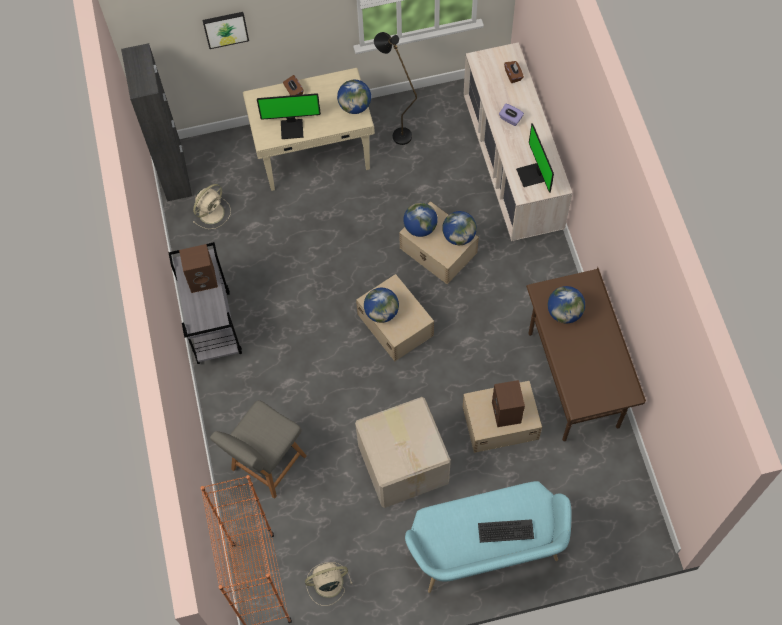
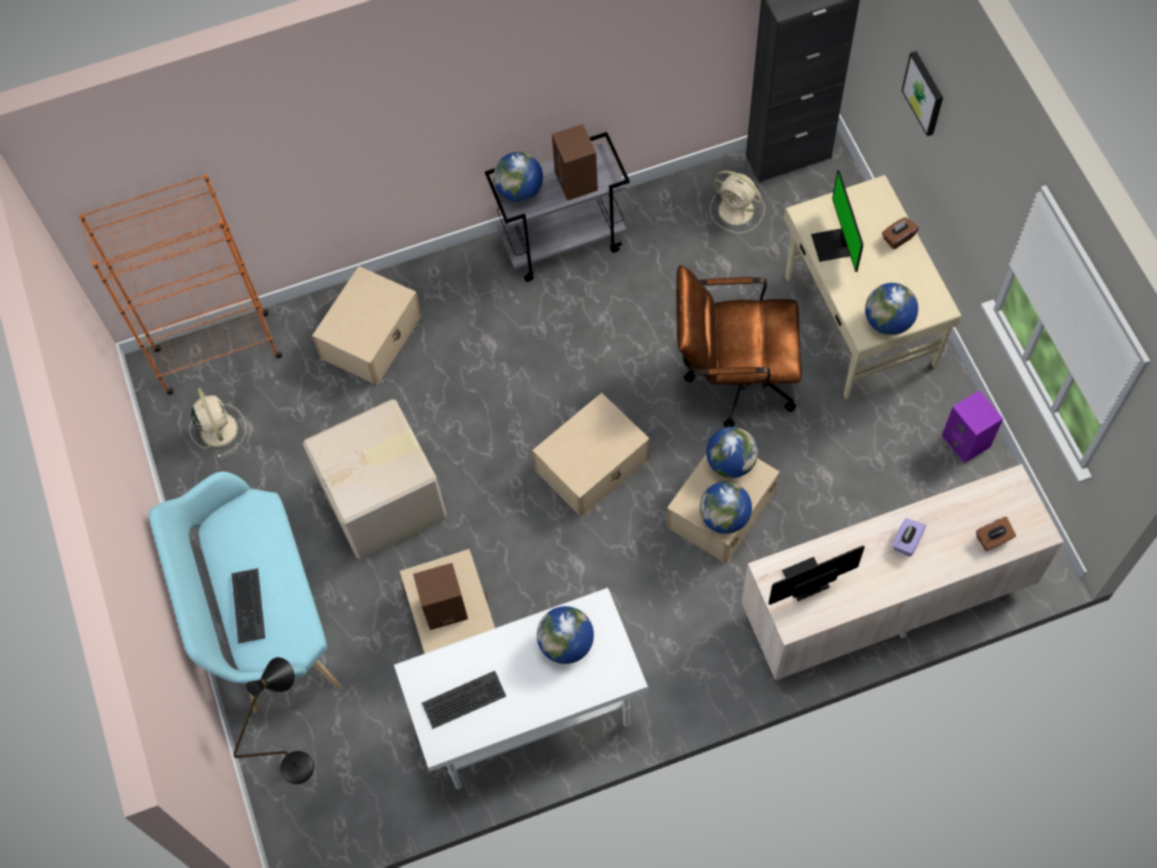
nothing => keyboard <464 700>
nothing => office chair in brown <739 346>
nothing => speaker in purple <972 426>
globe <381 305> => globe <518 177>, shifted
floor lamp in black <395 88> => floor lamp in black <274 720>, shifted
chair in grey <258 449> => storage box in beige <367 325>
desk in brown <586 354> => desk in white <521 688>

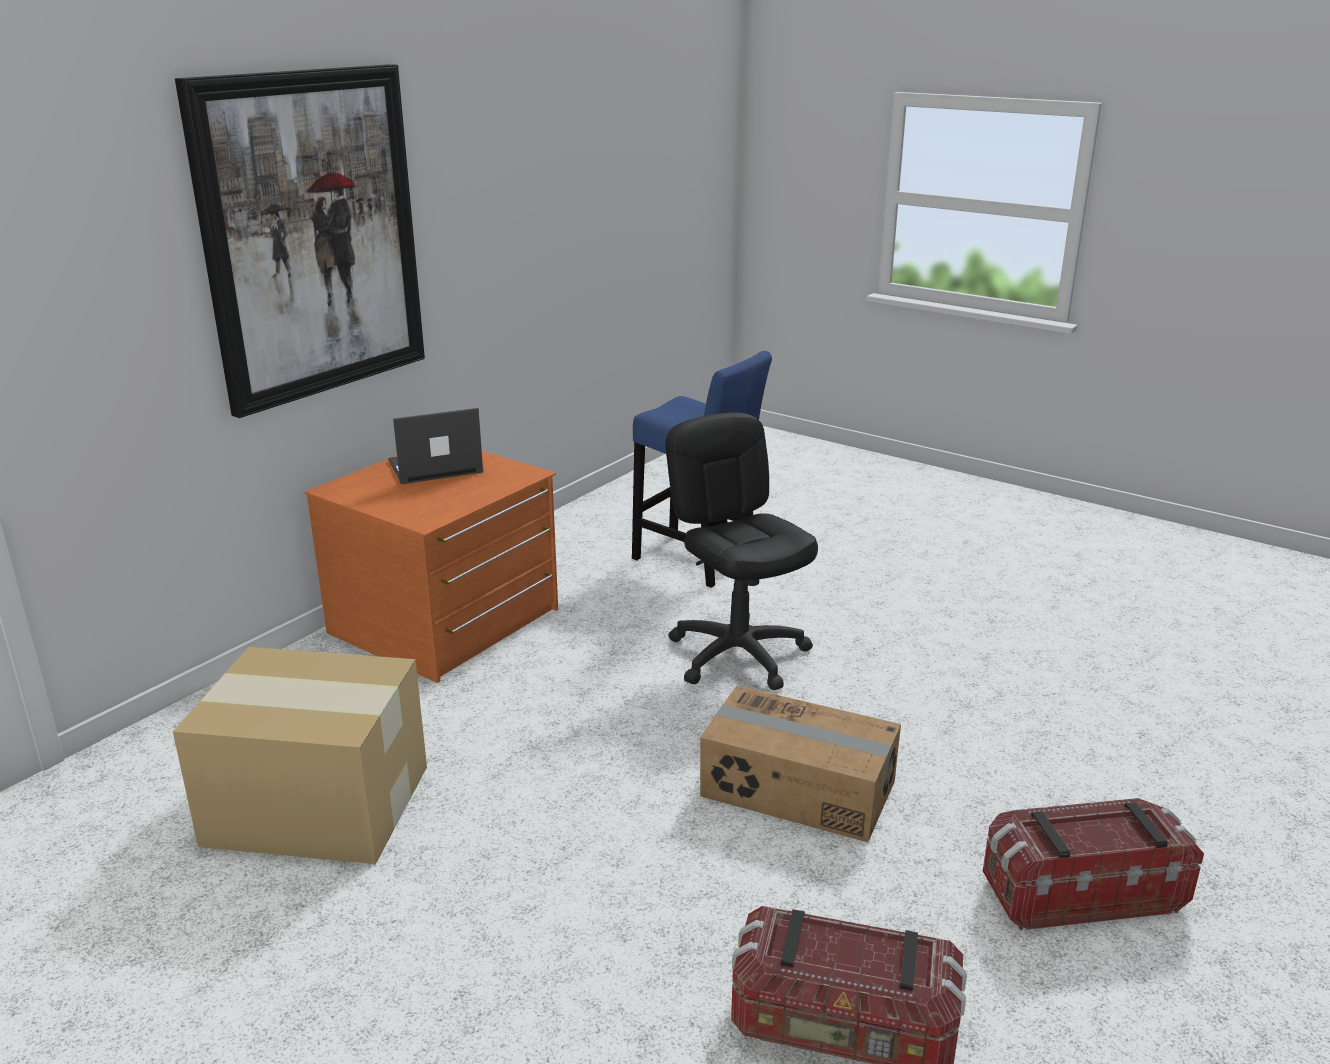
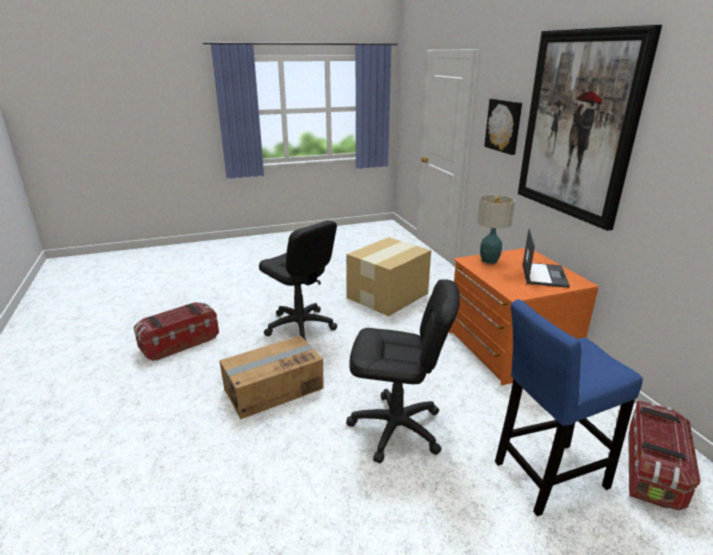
nothing => office chair in black <298 280>
nothing => table lamp <496 229>
nothing => picture <503 127>
storage box <1093 864> => storage box <664 456>, shifted

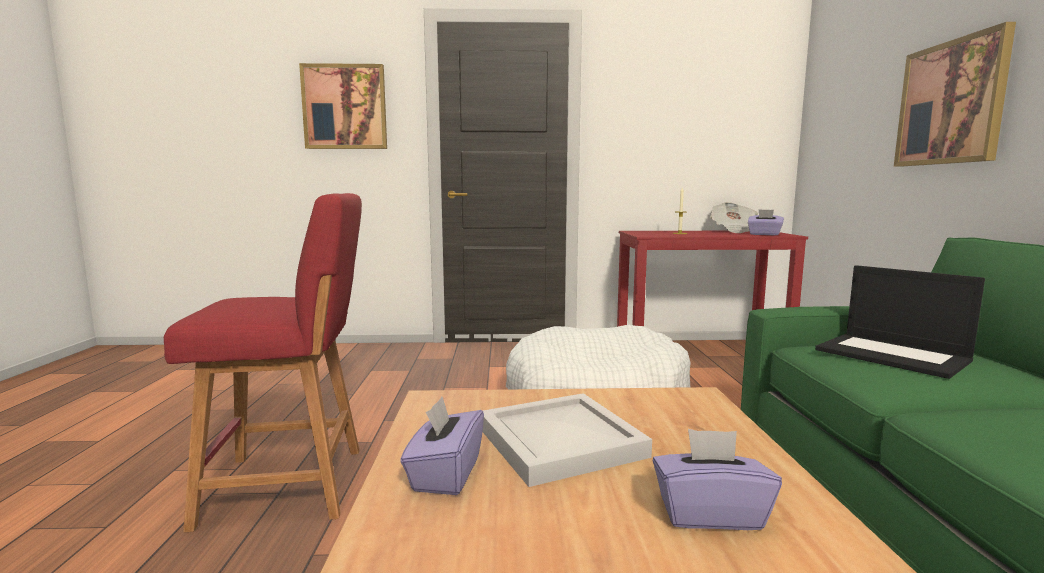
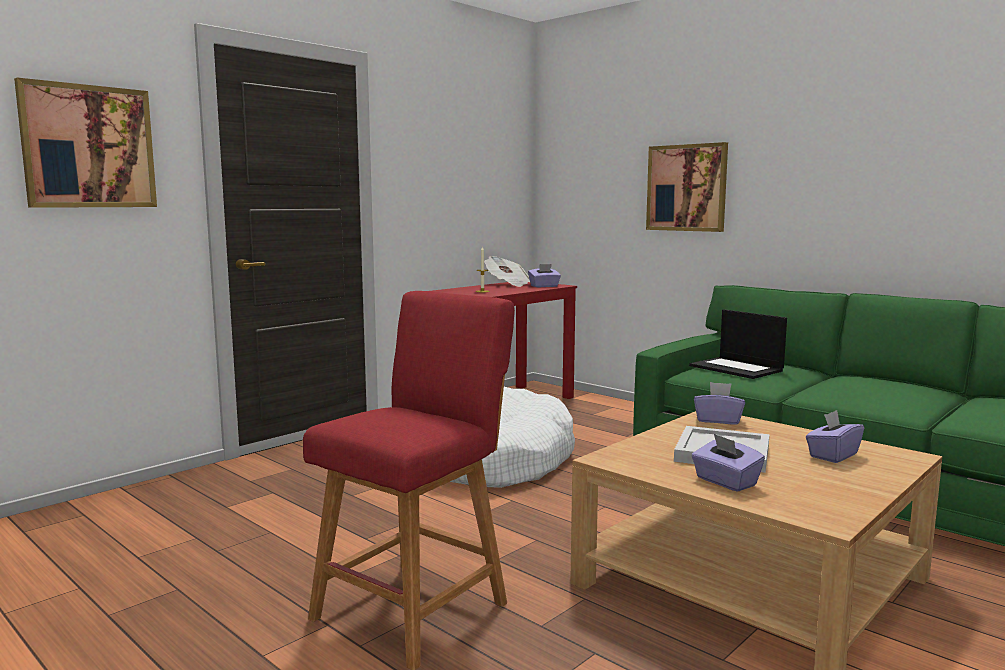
nothing => tissue box in purple <719 403>
laptop <900 322> => laptop <738 344>, 45 degrees clockwise

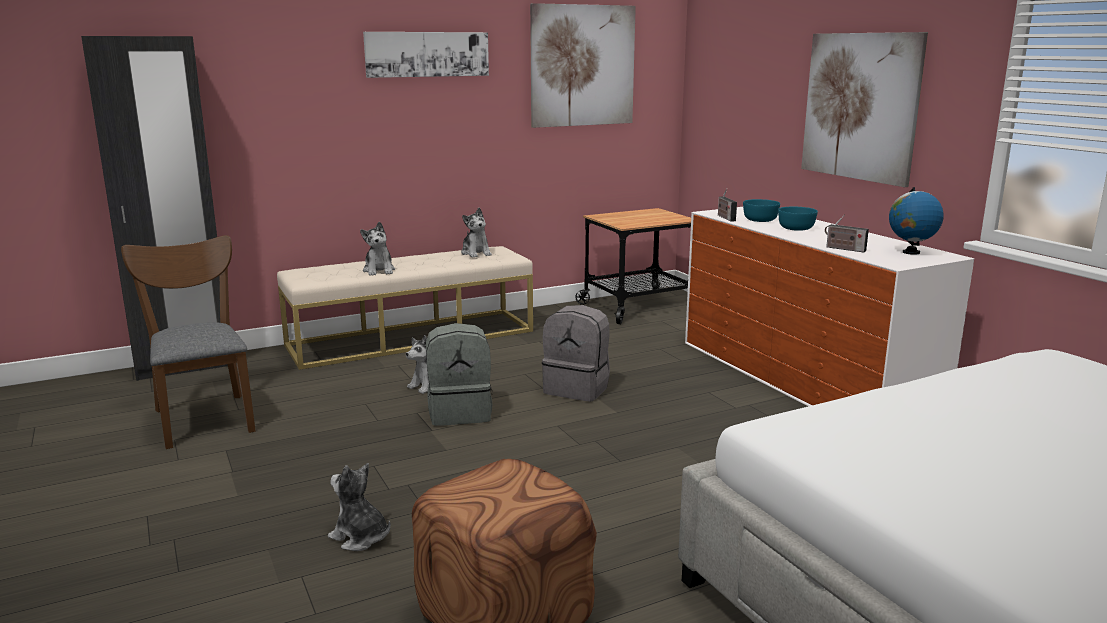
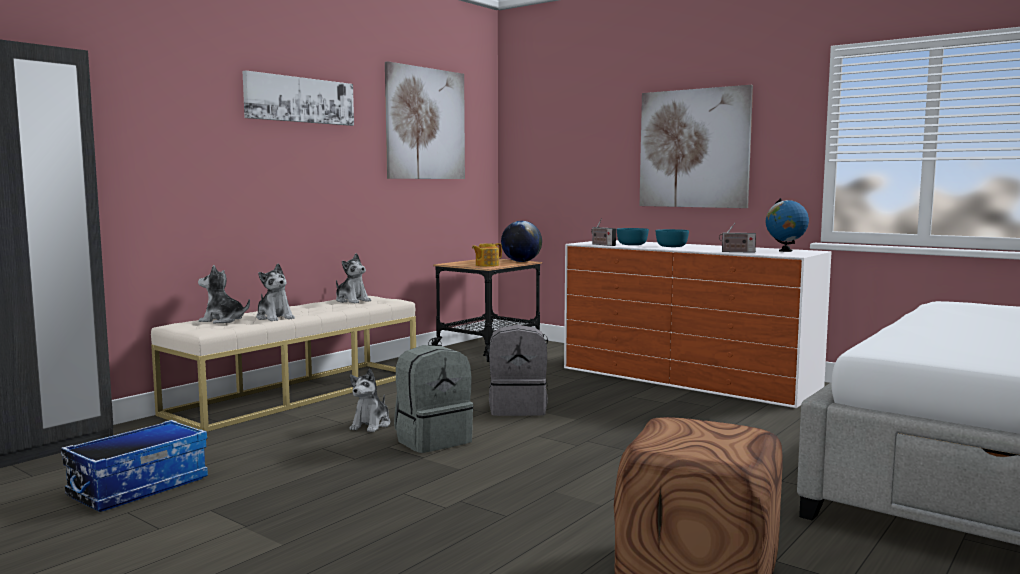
nothing => teapot <487 255>
nothing => globe <521 241>
plush toy <359 507> => plush toy <224 294>, shifted
chair in brown <188 342> => storage box <134 466>

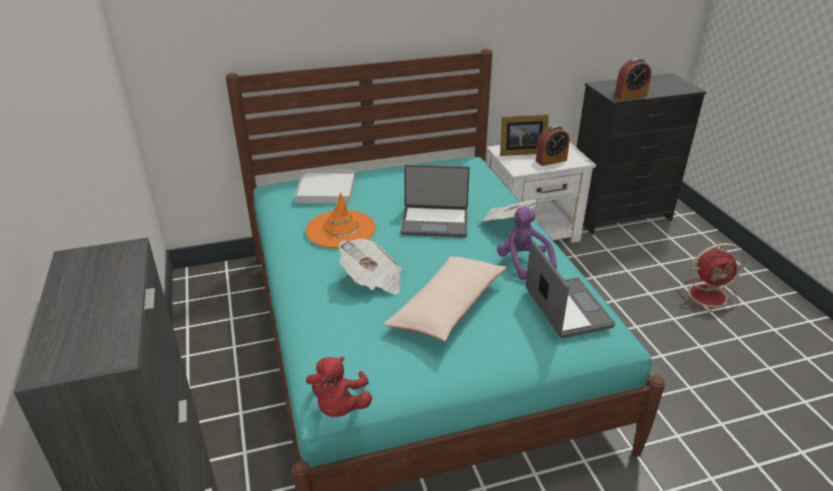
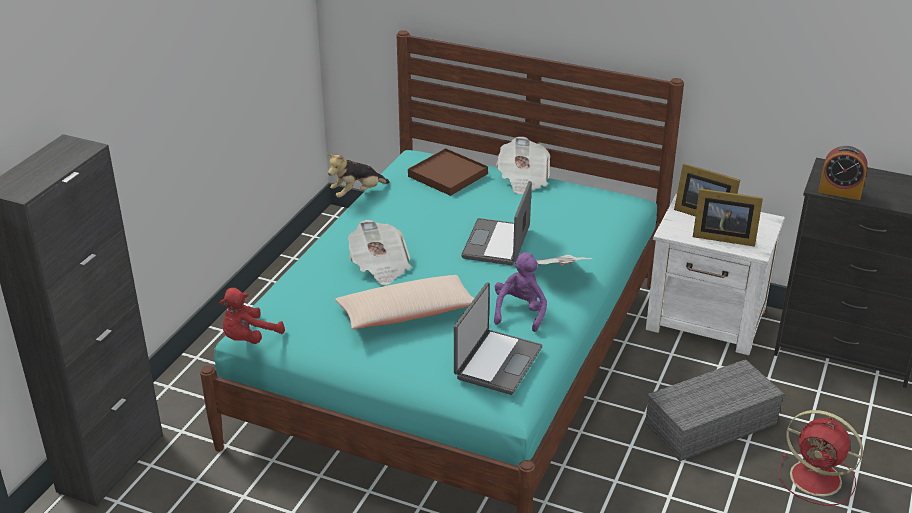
hat in orange <341 220> => nothing
nothing => plush toy <358 176>
nothing => newspaper <523 165>
nothing => storage box in grey <714 410>
alarm clock <553 145> => picture frame <728 218>
tray in white <325 187> => tray in brown <448 172>
laptop <435 200> => laptop <496 223>, 60 degrees clockwise

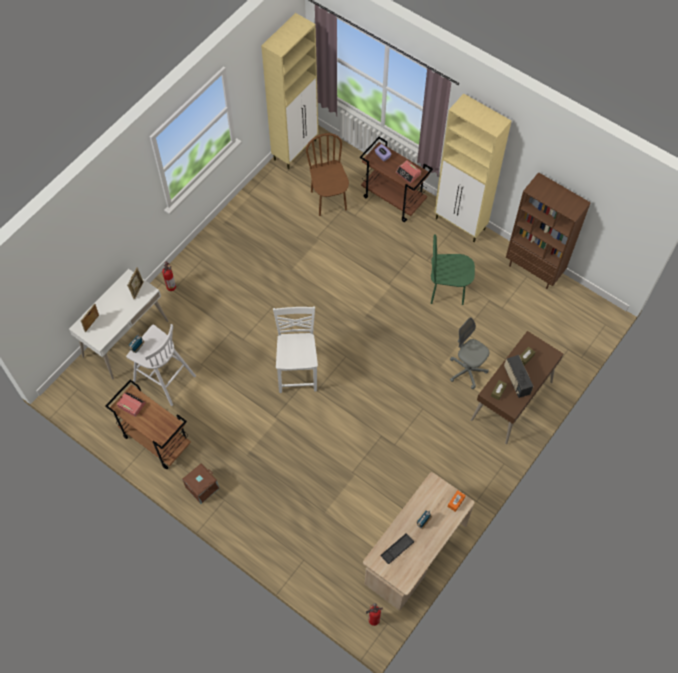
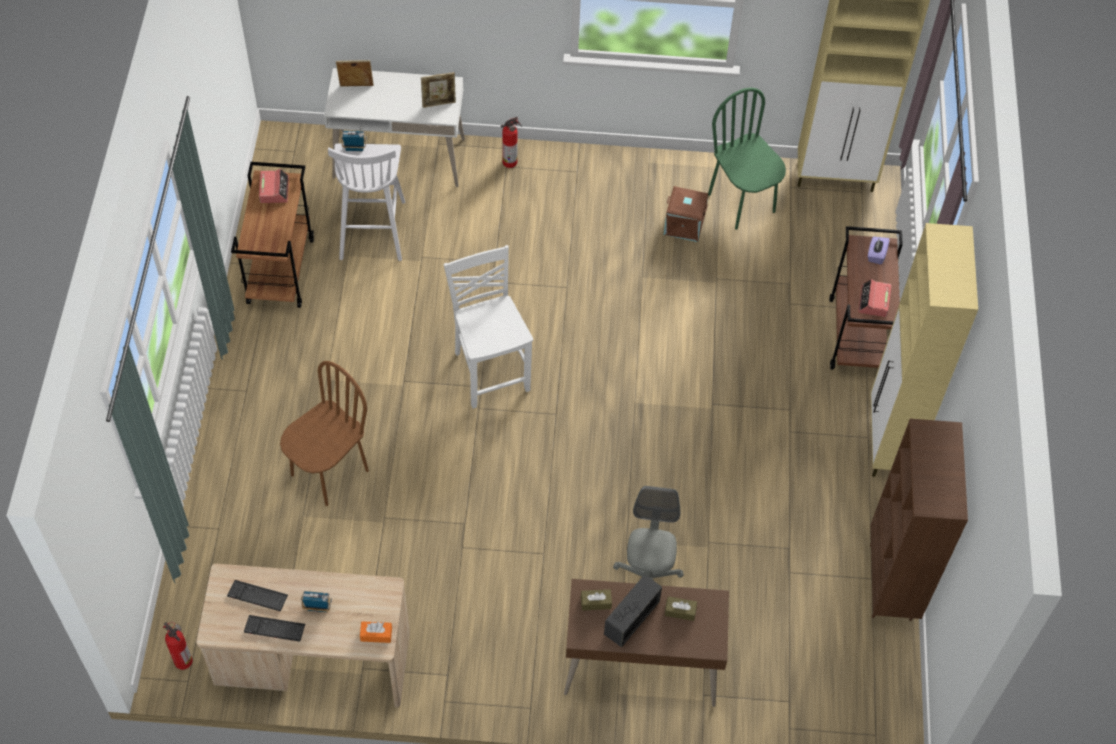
nothing => keyboard <274 628>
storage box in brown <201 483> => storage box in brown <686 214>, shifted
chair in brown <327 174> => chair in brown <324 433>, shifted
chair in green <453 269> => chair in green <747 159>, shifted
chair in white <295 349> => chair in white <488 327>, 75 degrees counterclockwise

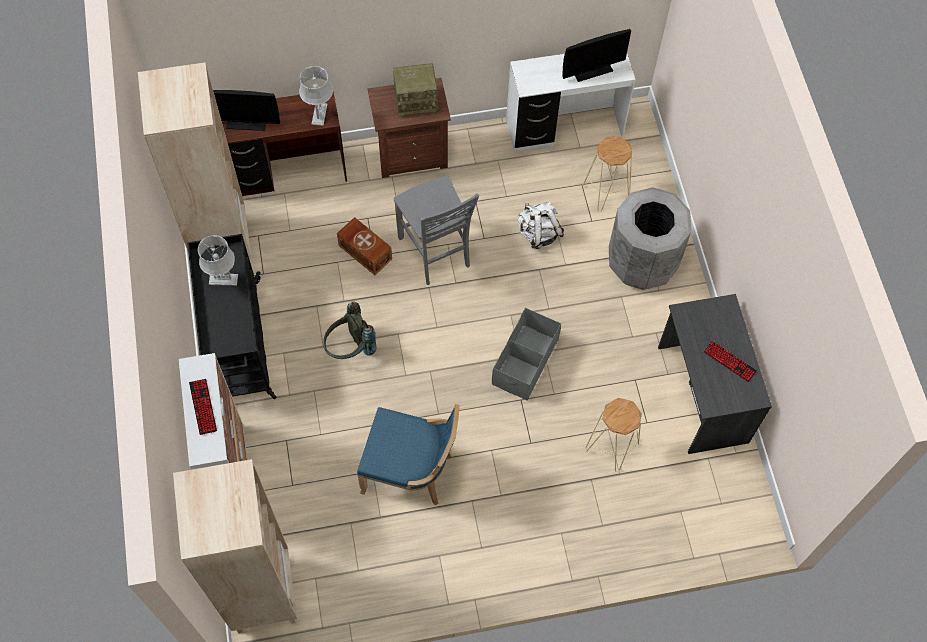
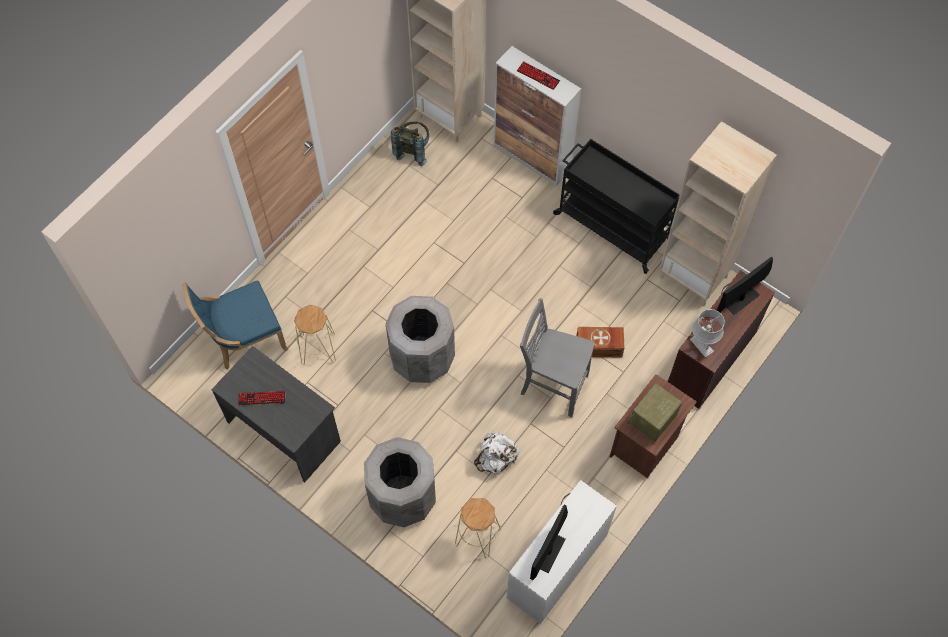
table lamp in grey <218 260> => nothing
backpack in grey <350 330> => backpack in grey <410 143>, shifted
chair in blue <408 455> => chair in blue <235 325>, shifted
storage box in grey <526 354> => trash can in grey <420 339>

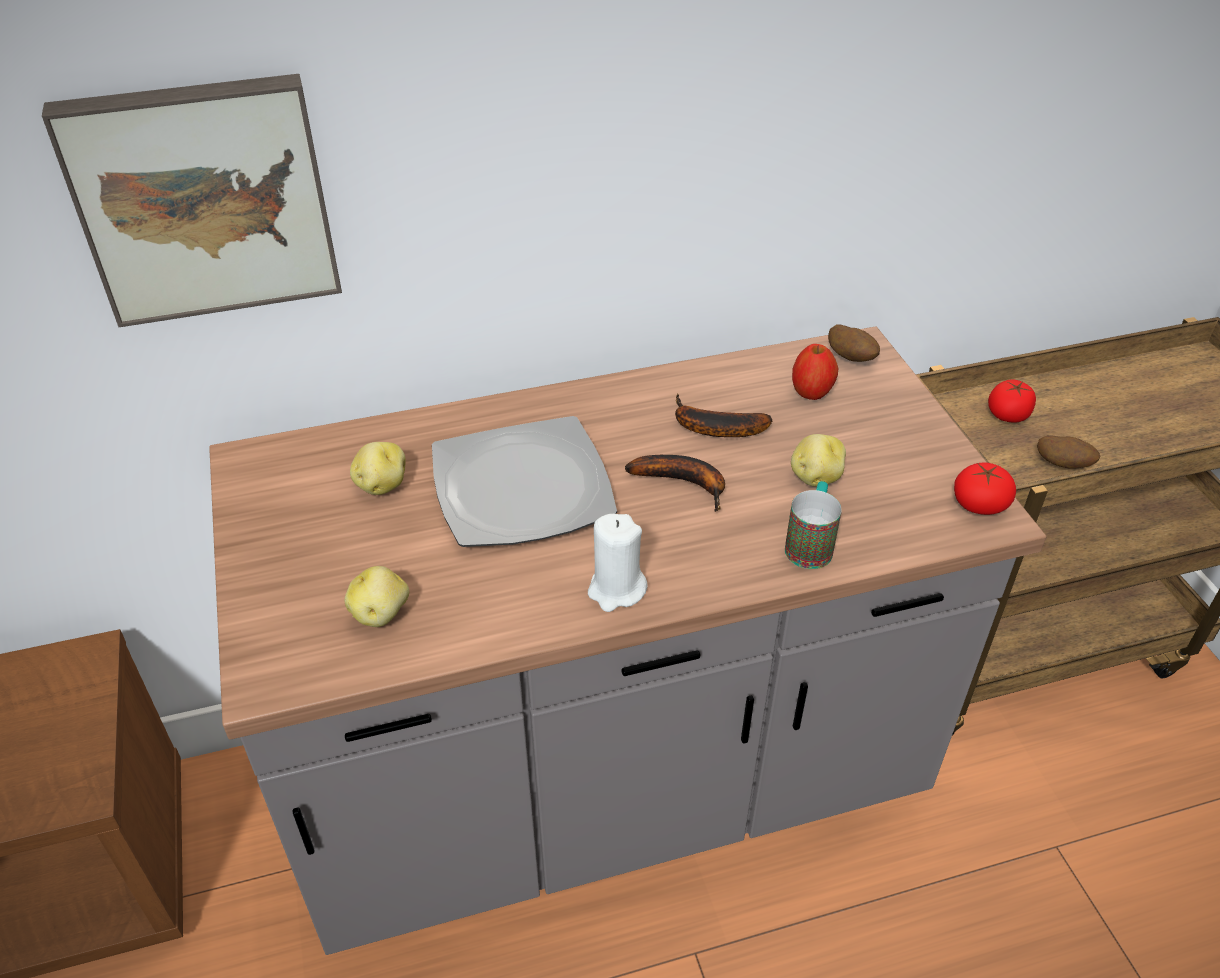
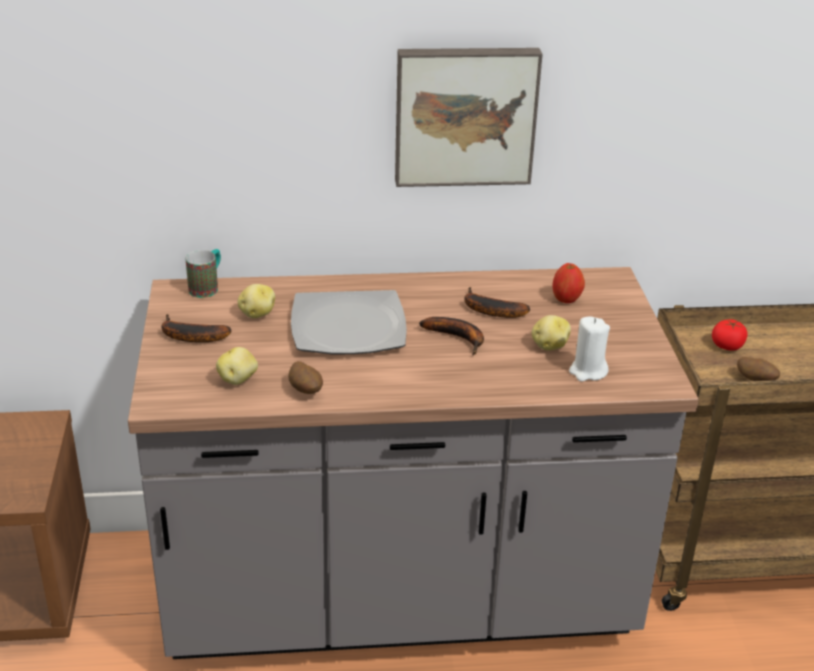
tomato <985 488> => nothing
nothing => banana <196 328>
picture <192 200> => picture <469 117>, shifted
candle in white <618 563> => candle in white <589 348>, shifted
mug <813 525> => mug <203 273>, shifted
potato <854 343> => potato <305 377>, shifted

